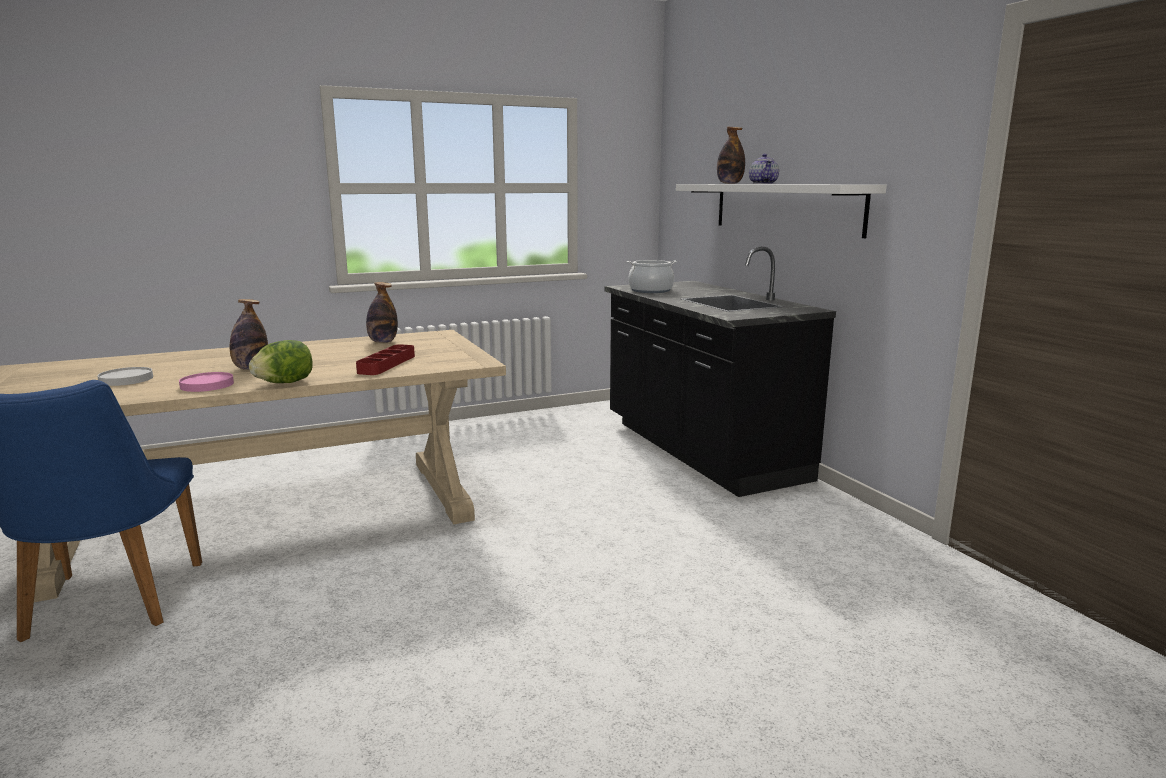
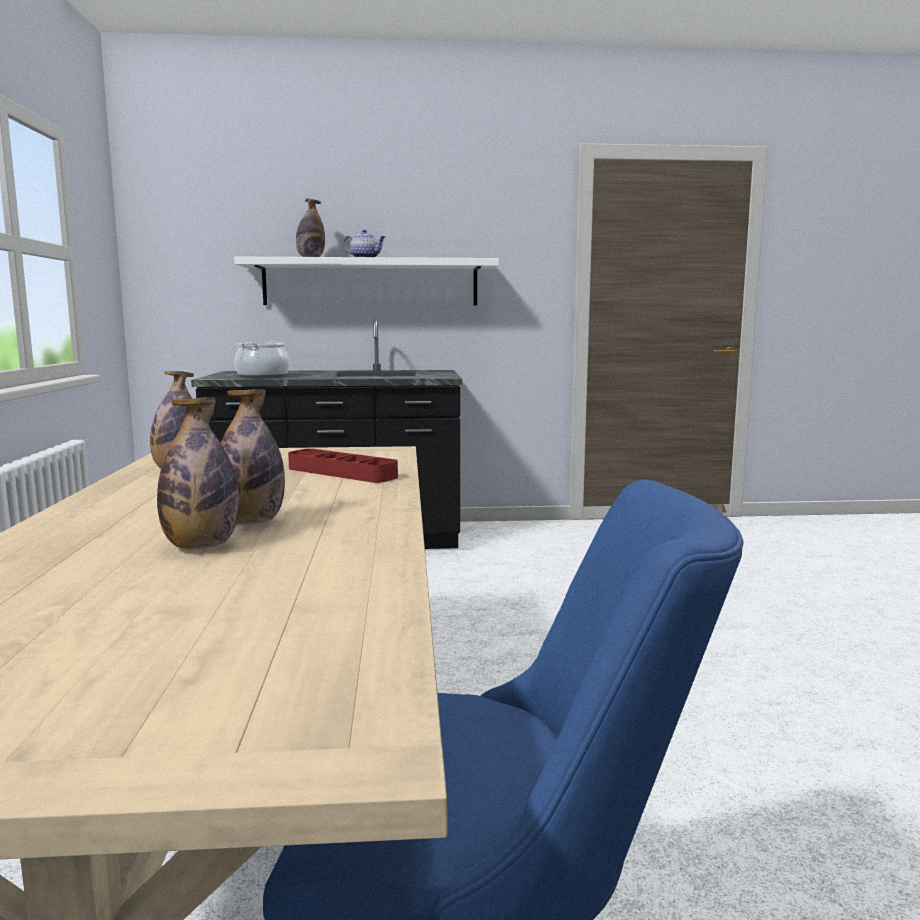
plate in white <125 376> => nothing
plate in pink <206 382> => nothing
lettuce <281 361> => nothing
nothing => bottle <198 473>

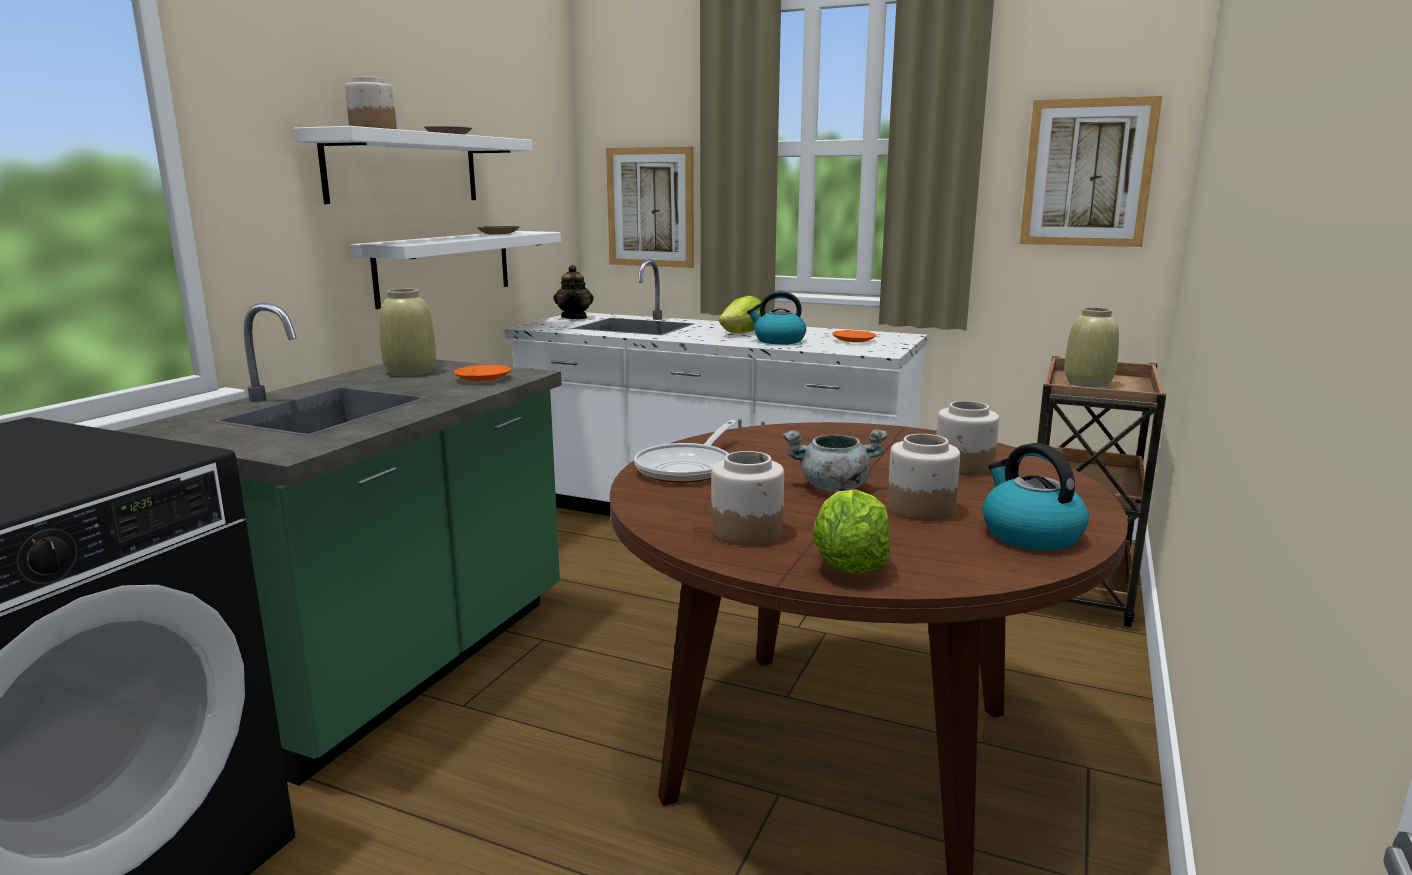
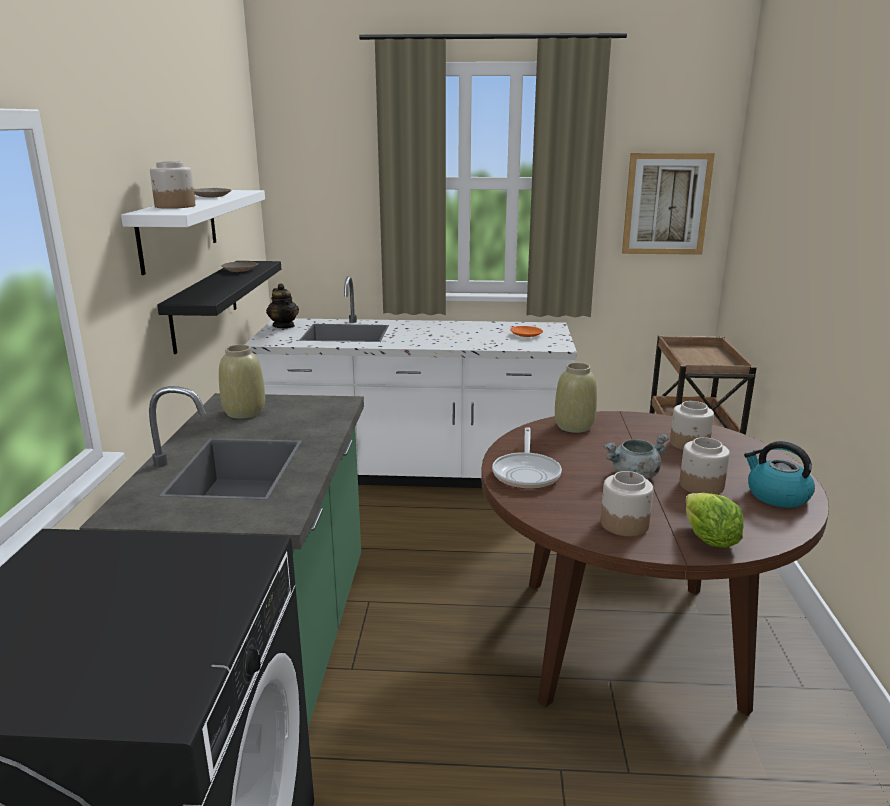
plate in orange <482 373> => nothing
picture <650 207> => nothing
lettuce <742 314> => nothing
kettle <776 317> => nothing
vase in beige <1091 347> => vase in beige <576 398>, shifted
shelf in white <455 270> => shelf in black <219 307>

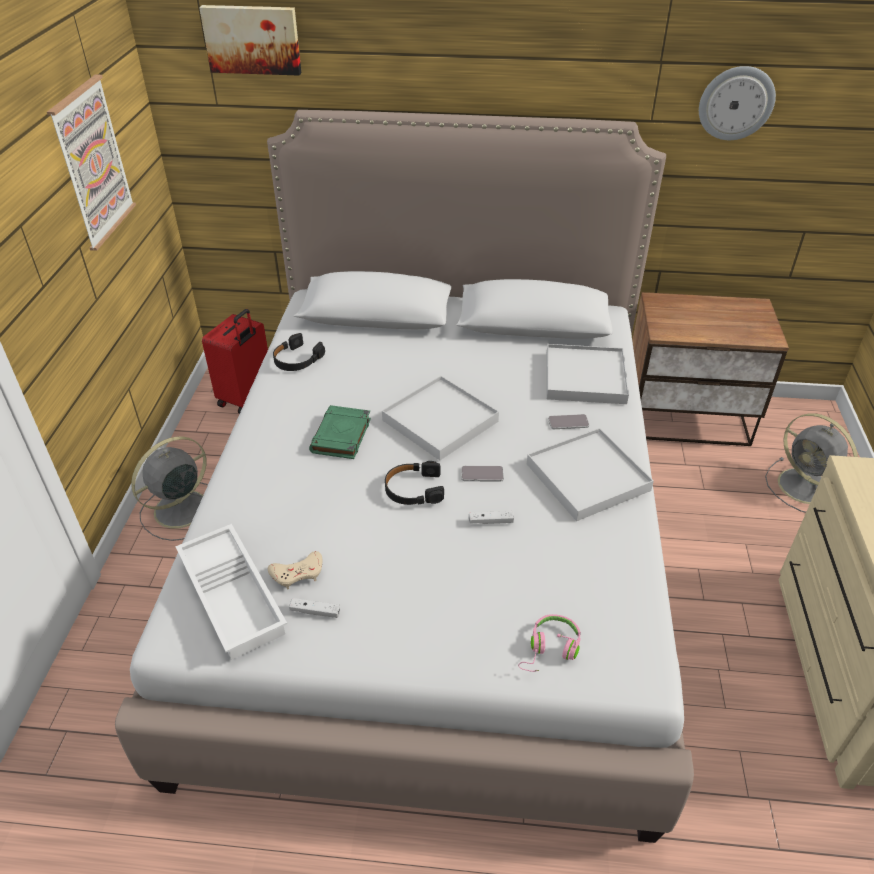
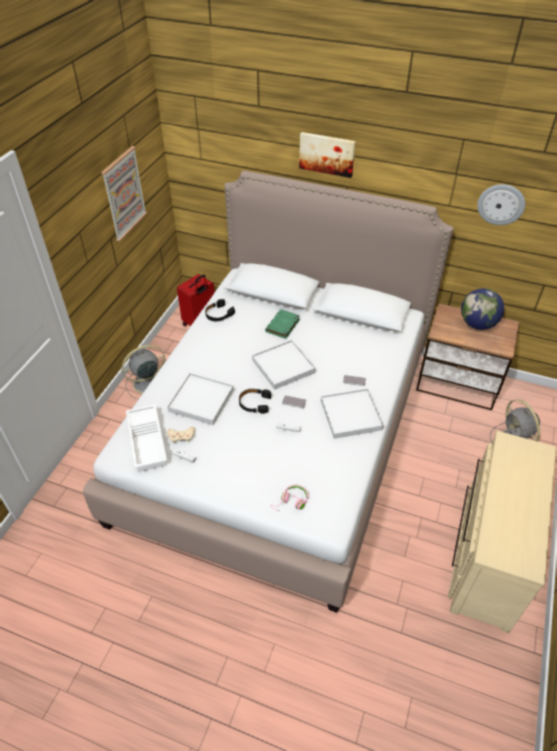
nothing => globe <482 309>
picture <250 40> => picture <327 155>, shifted
book in green <340 432> => book in green <282 324>, shifted
tray in white <588 374> => tray in white <200 399>, shifted

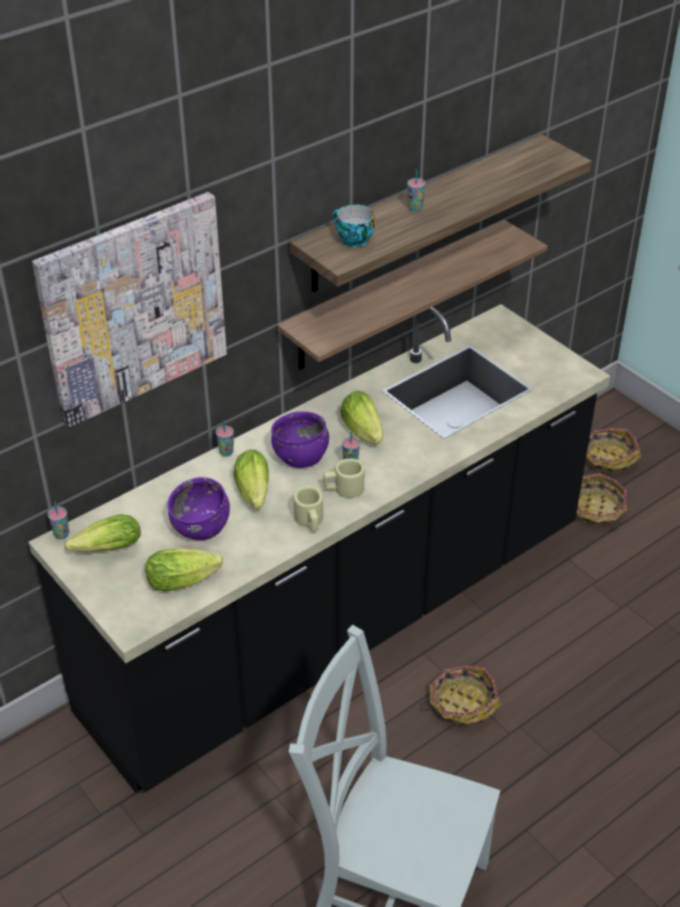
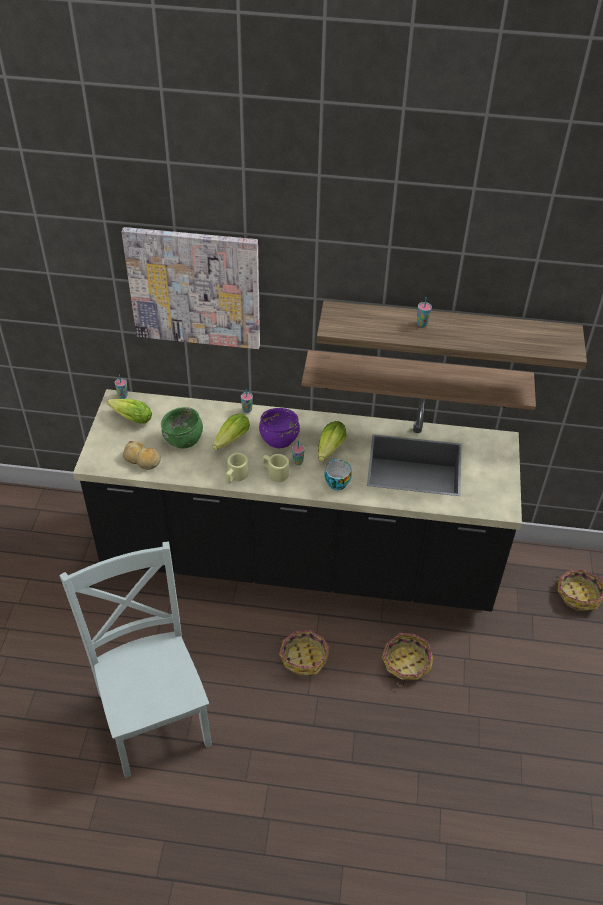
cup <353 225> => cup <338 474>, shifted
basket <601 501> => basket <407 660>, shifted
lettuce <184 569> => bread <141 455>
bowl in purple <198 508> => bowl in green <182 428>

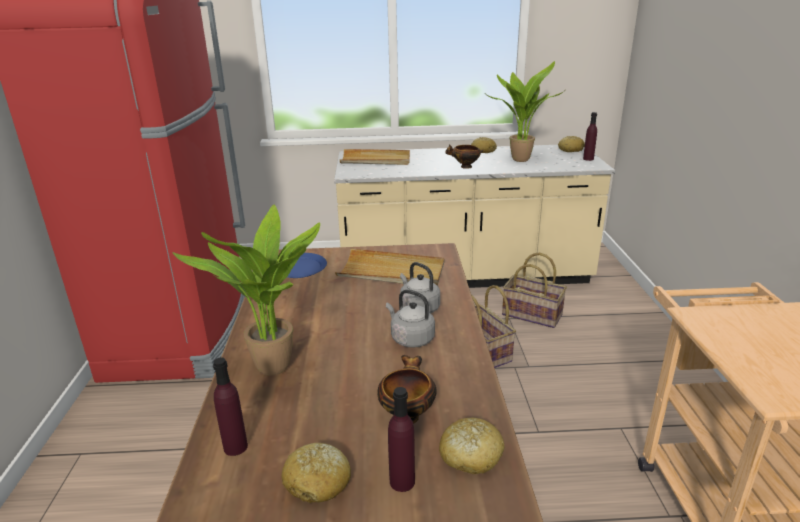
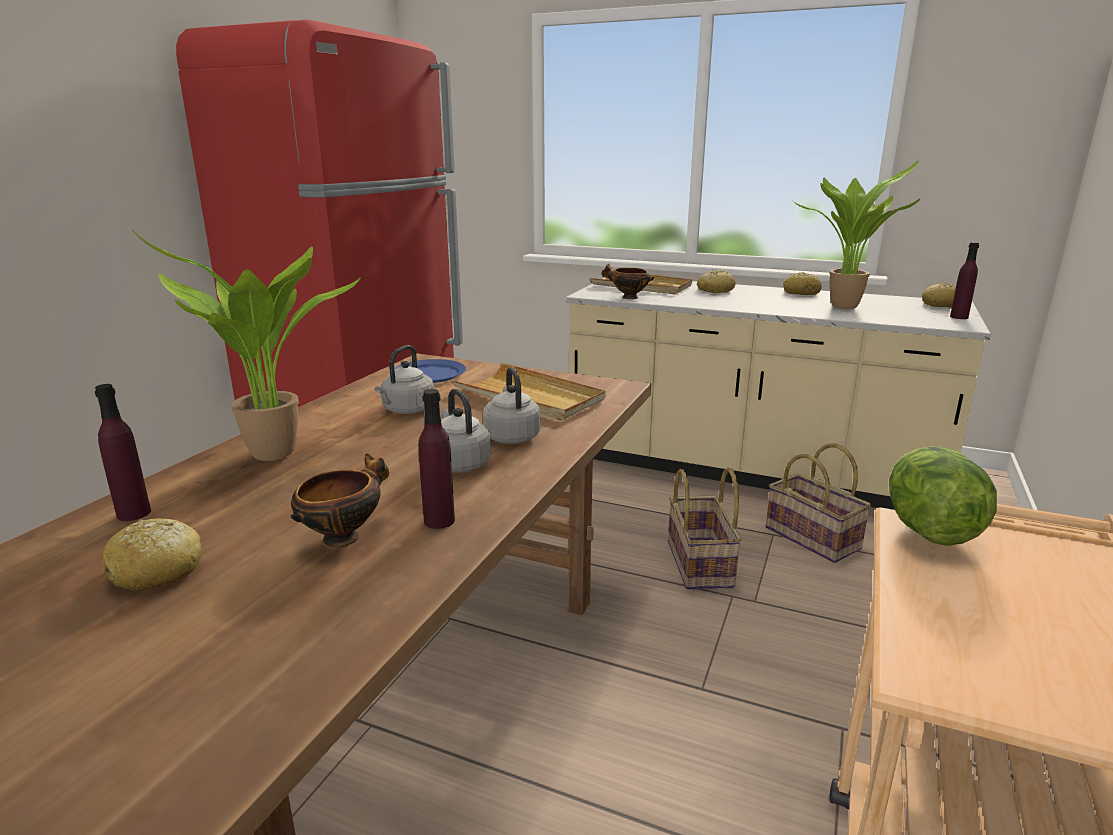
nothing => kettle in grey <404 379>
nothing => lettuce <943 496>
bottle in purple <401 439> => bottle in purple <437 459>, shifted
bread <471 446> => bread <716 281>, shifted
bowl <464 156> => bowl <627 281>, shifted

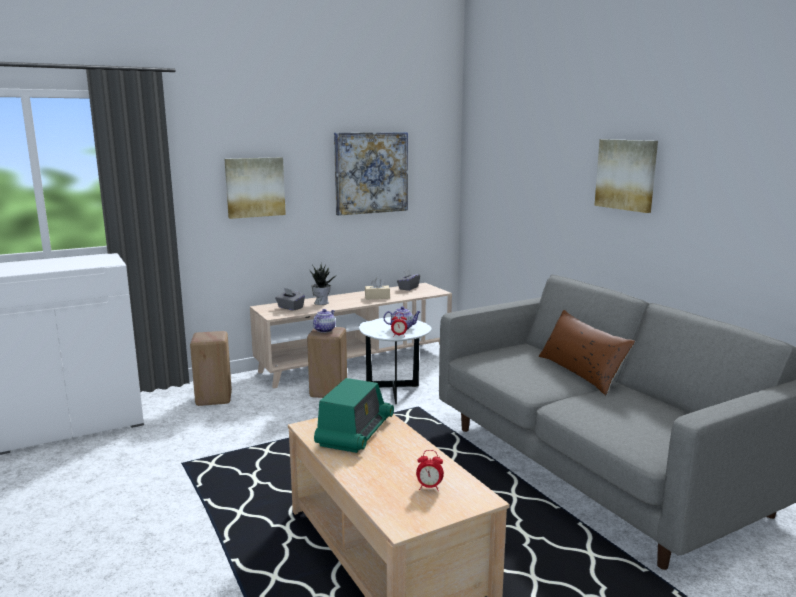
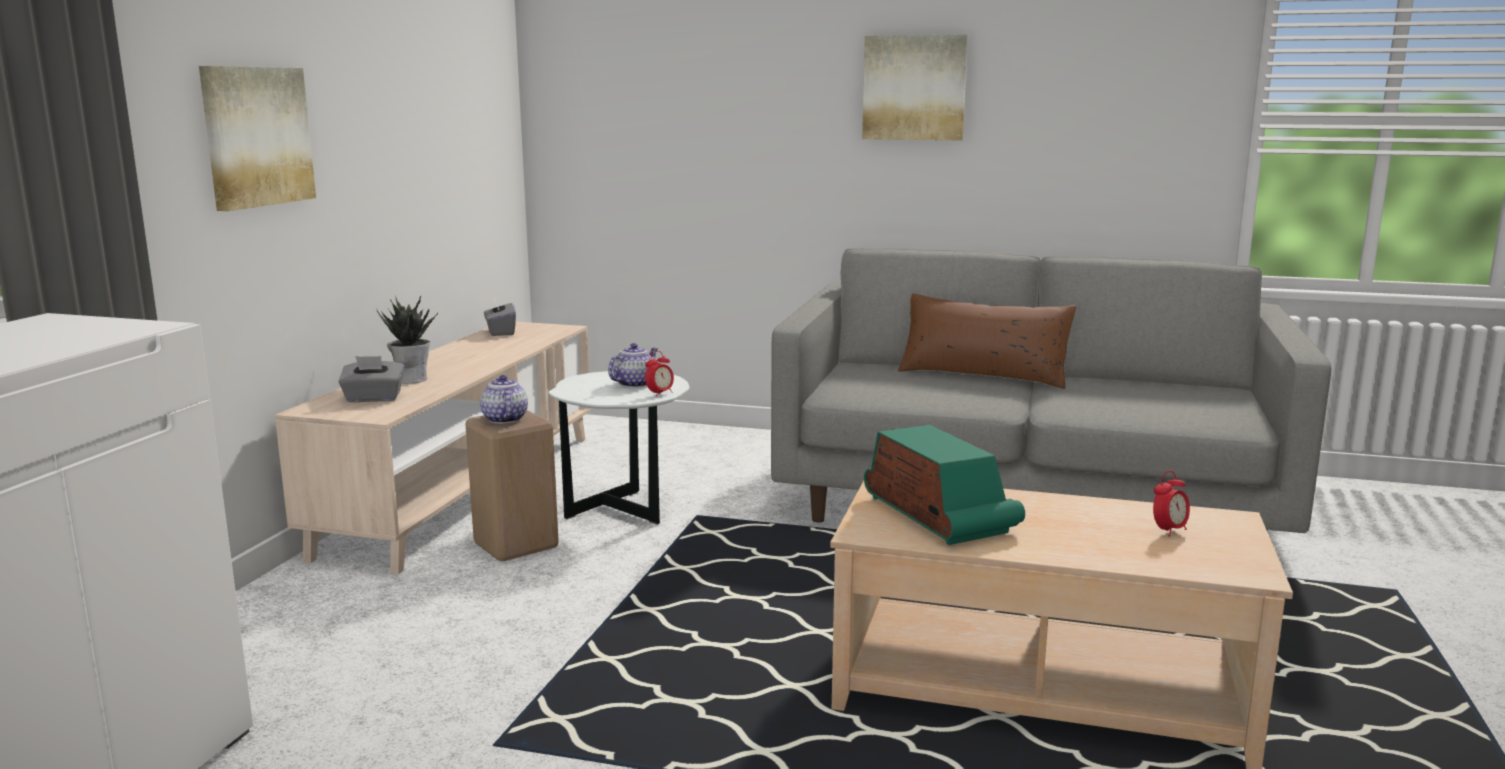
stool in beige <211 368> => nothing
picture <371 174> => nothing
tissue box in beige <377 288> => nothing

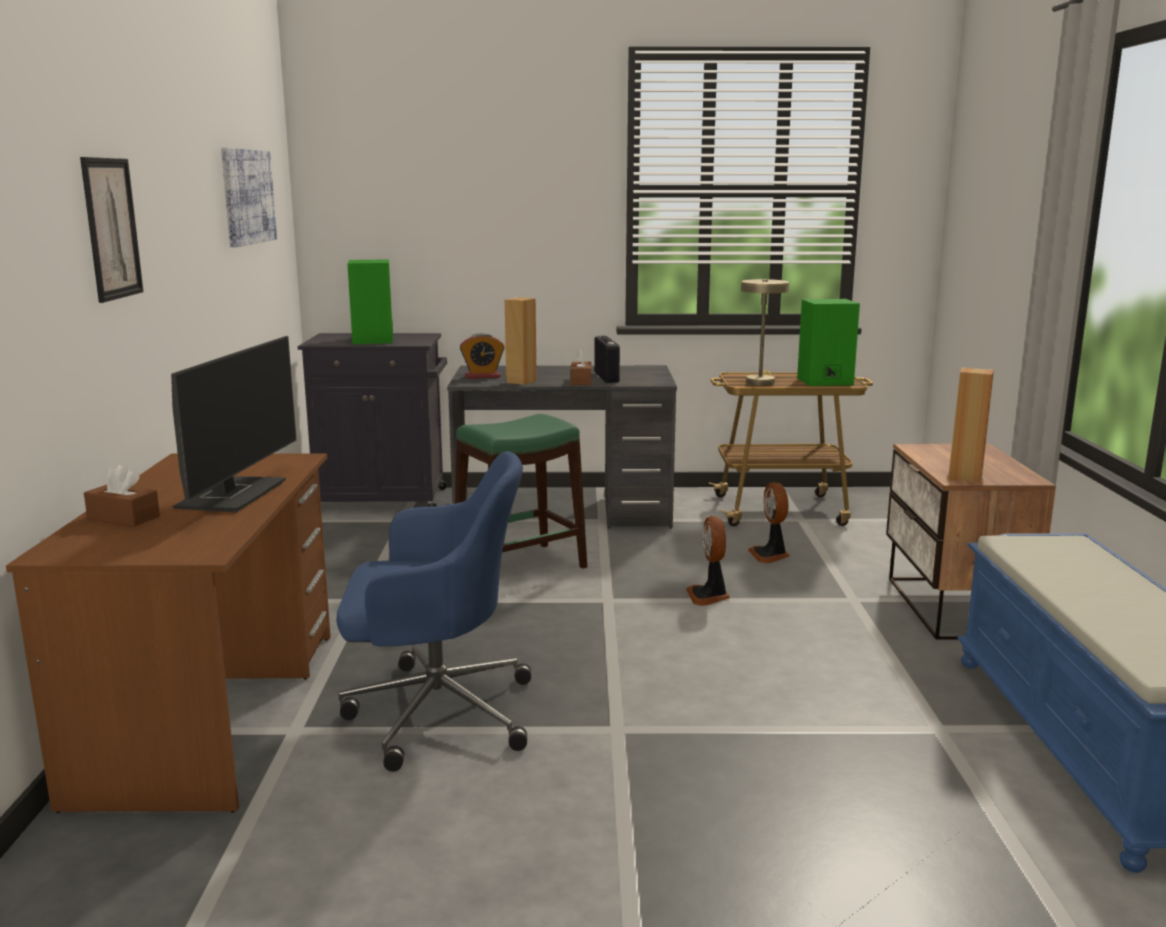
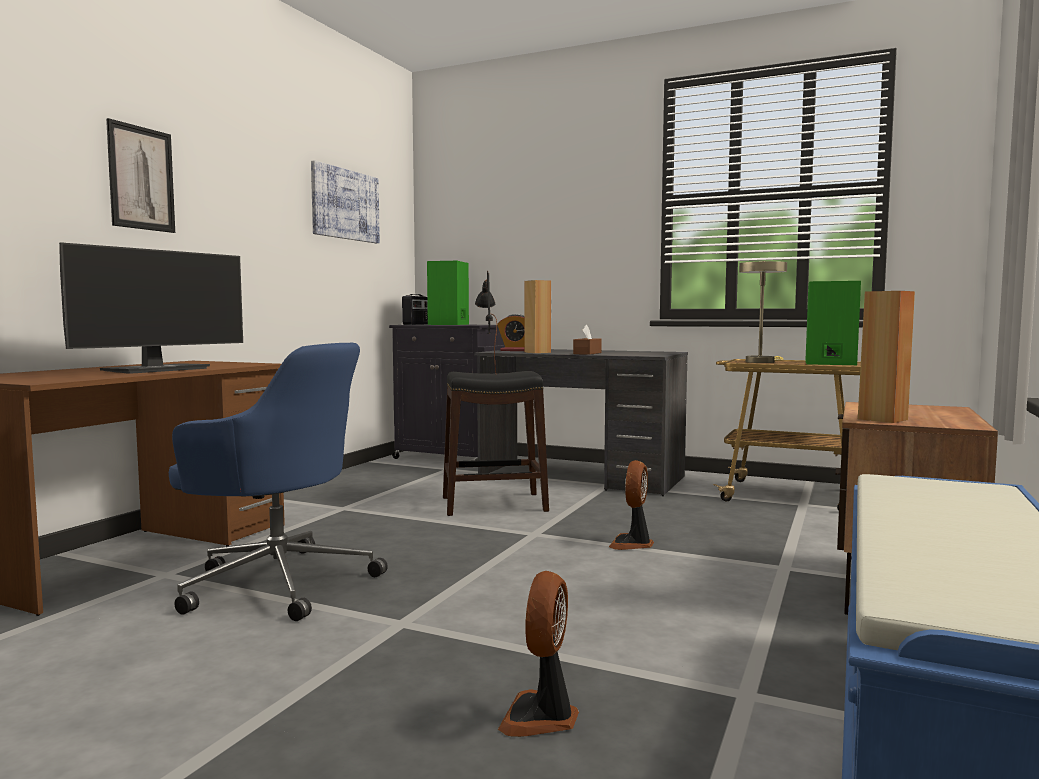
tissue box in brown <122 496> => nothing
nothing => table lamp in black <486 321>
radio <607 359> => radio <415 309>, shifted
fan <769 522> => fan <538 654>, shifted
stool in green <521 491> => stool in black <496 443>

